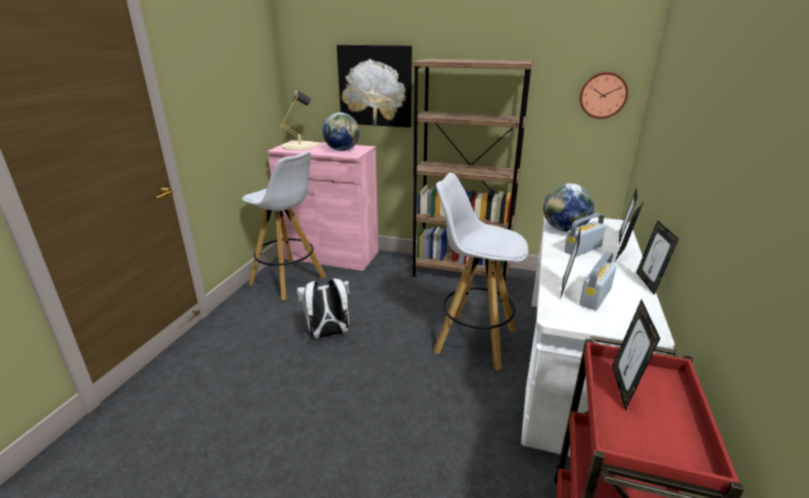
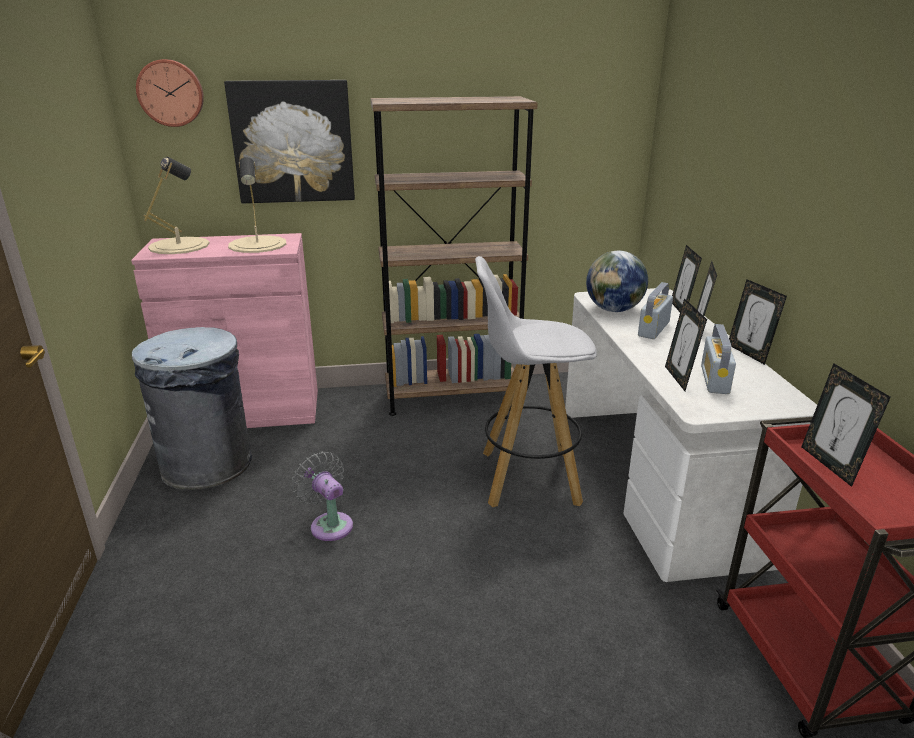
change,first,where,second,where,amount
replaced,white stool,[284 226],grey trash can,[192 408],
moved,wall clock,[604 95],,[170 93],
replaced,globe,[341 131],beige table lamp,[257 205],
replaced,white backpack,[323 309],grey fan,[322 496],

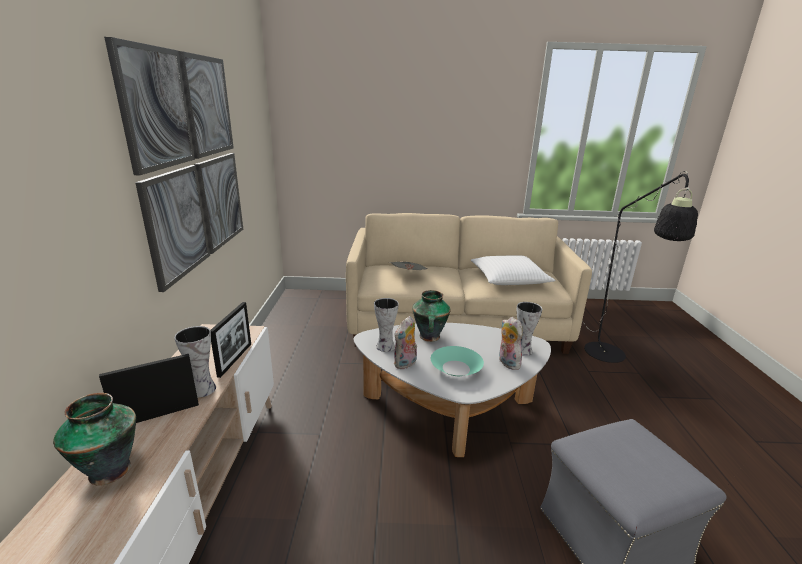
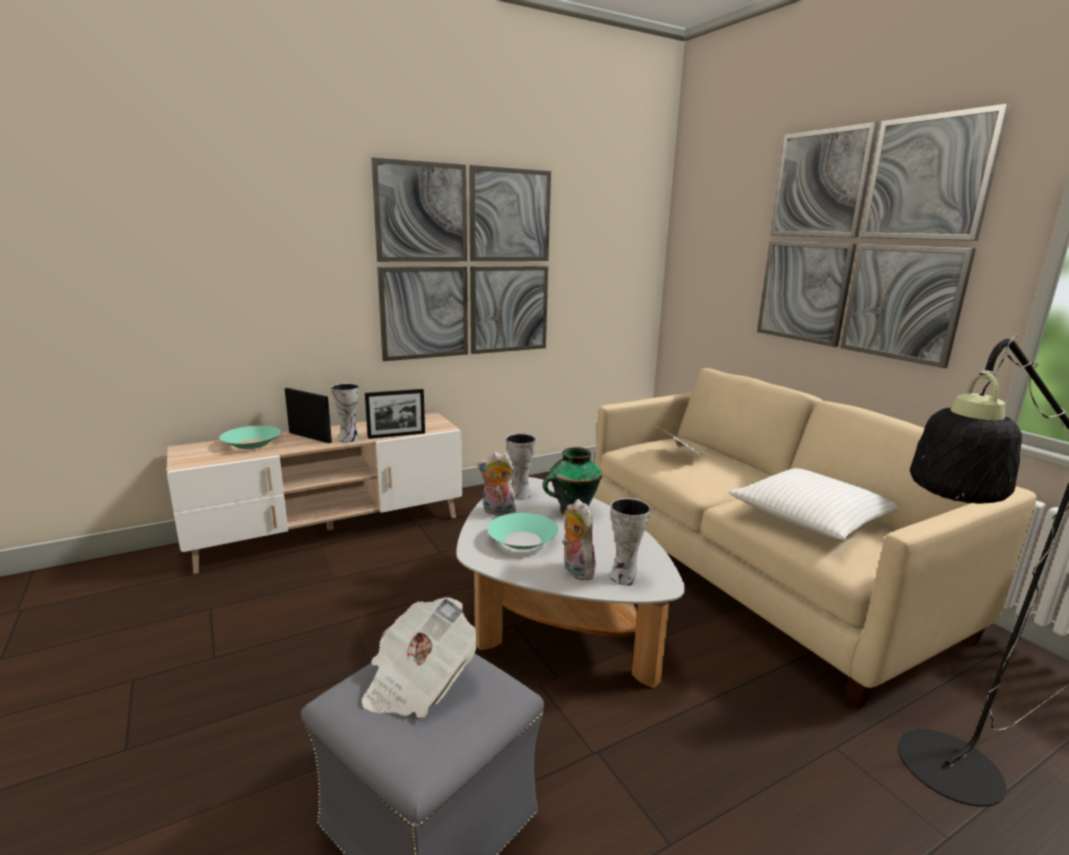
change,first,where,second,where,amount
replaced,vase,[94 439],turquoise bowl,[250 437],
added,,,newspaper,[419 657],
turned,plush toy,[511 343],,[579 539],60 degrees counterclockwise
added,,,picture,[884 235],

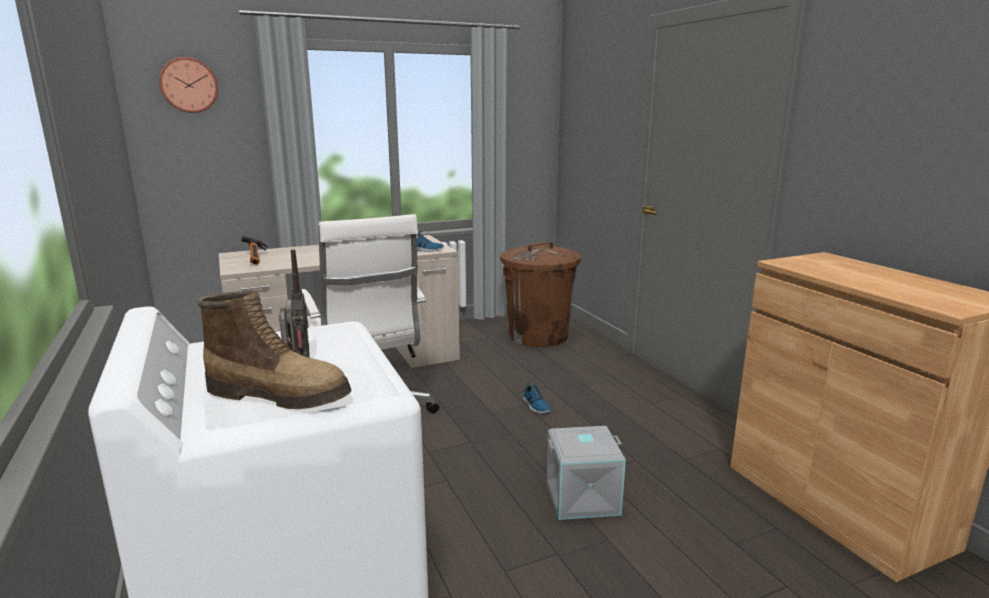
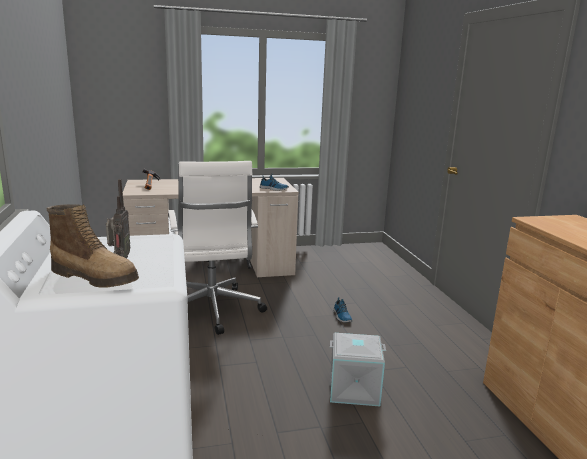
change,first,where,second,where,amount
removed,wall clock,[188 85],,,
removed,brown trash can,[540 294],,,

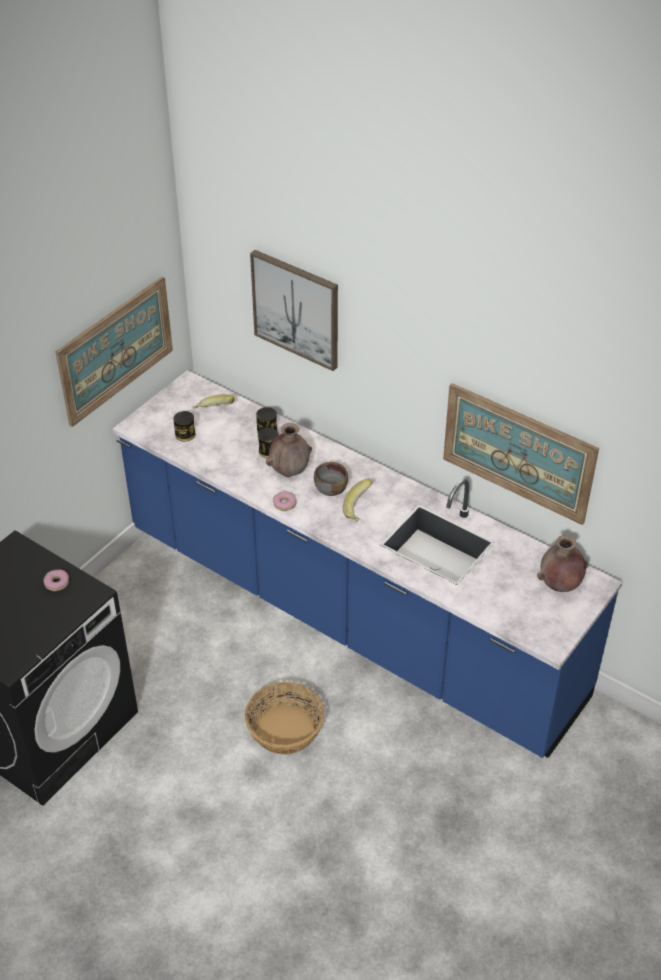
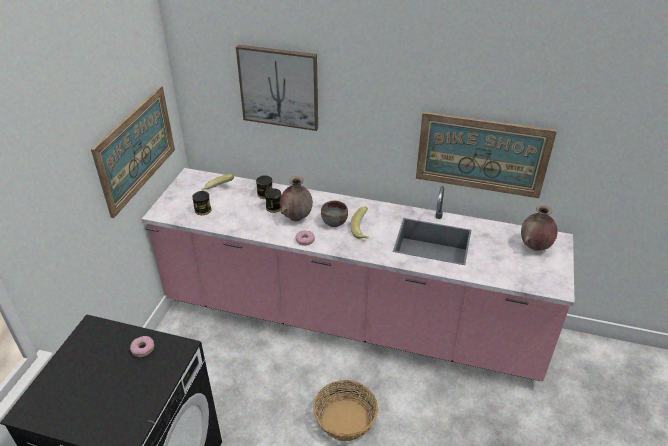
change,first,where,second,where,amount
recoloured,blue counter,[367 564],pink counter,[358 275],

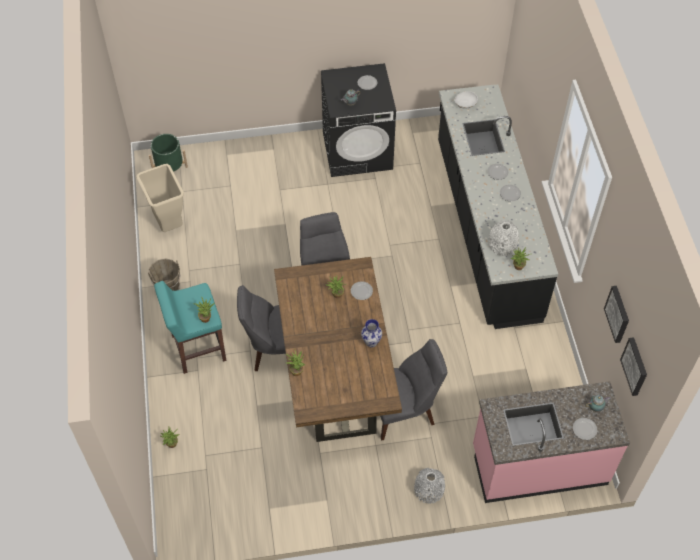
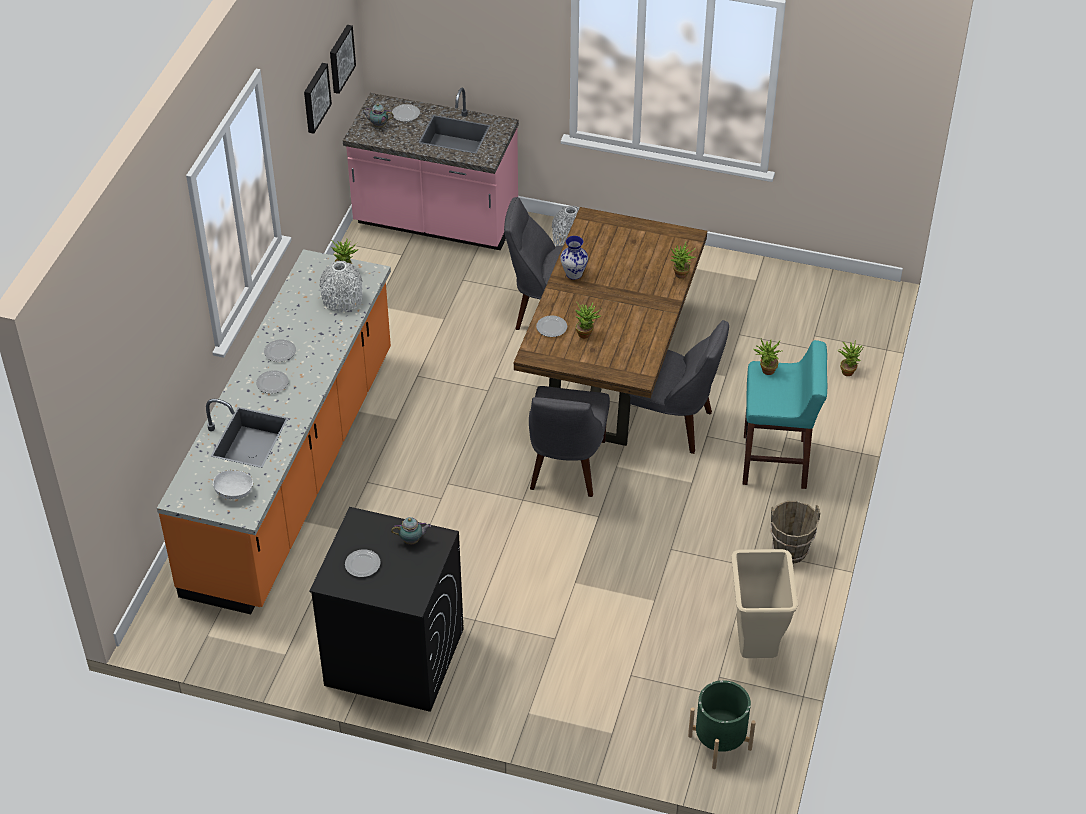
change,first,where,second,where,amount
recoloured,black counter,[498 206],orange counter,[274 431],

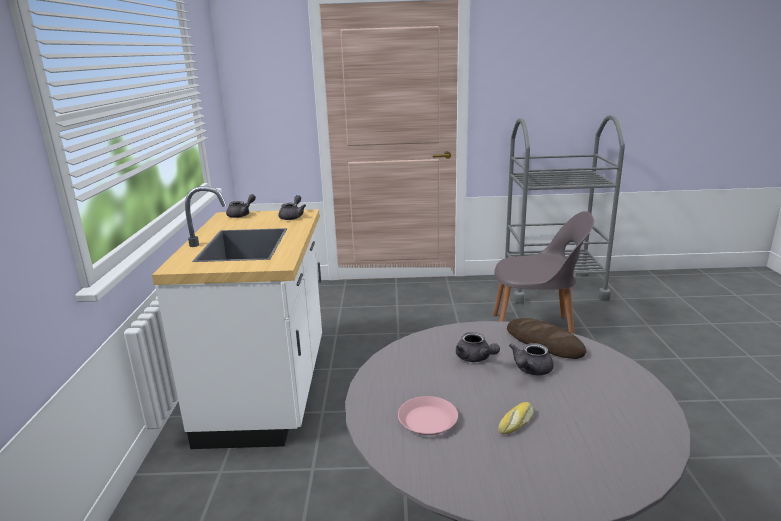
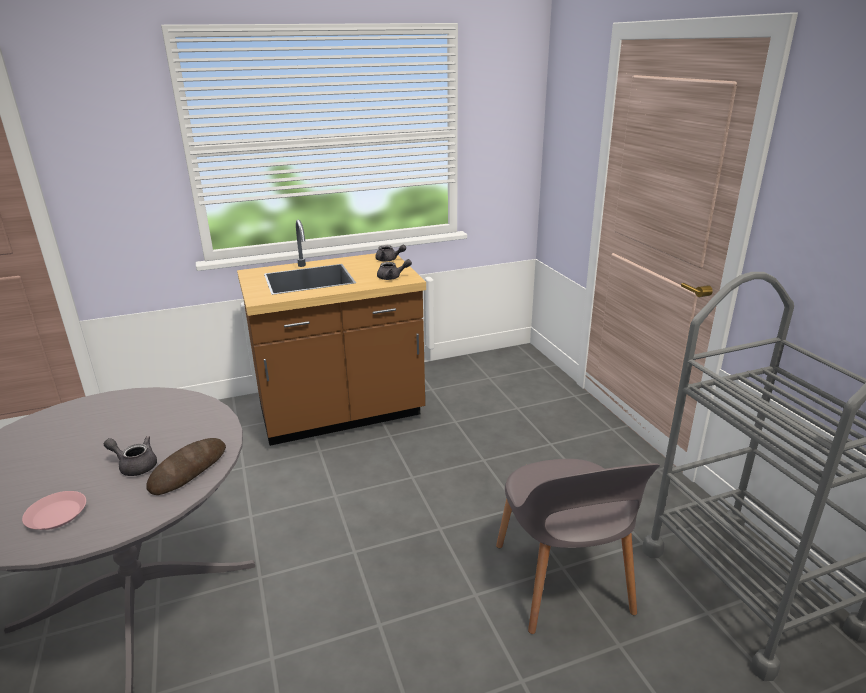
change,first,where,second,where,amount
moved,pink plate,[428 415],,[54 510],
recoloured,white counter,[237 317],brown counter,[331 333],
removed,grey teapot,[478 347],,,
removed,bread,[516 418],,,

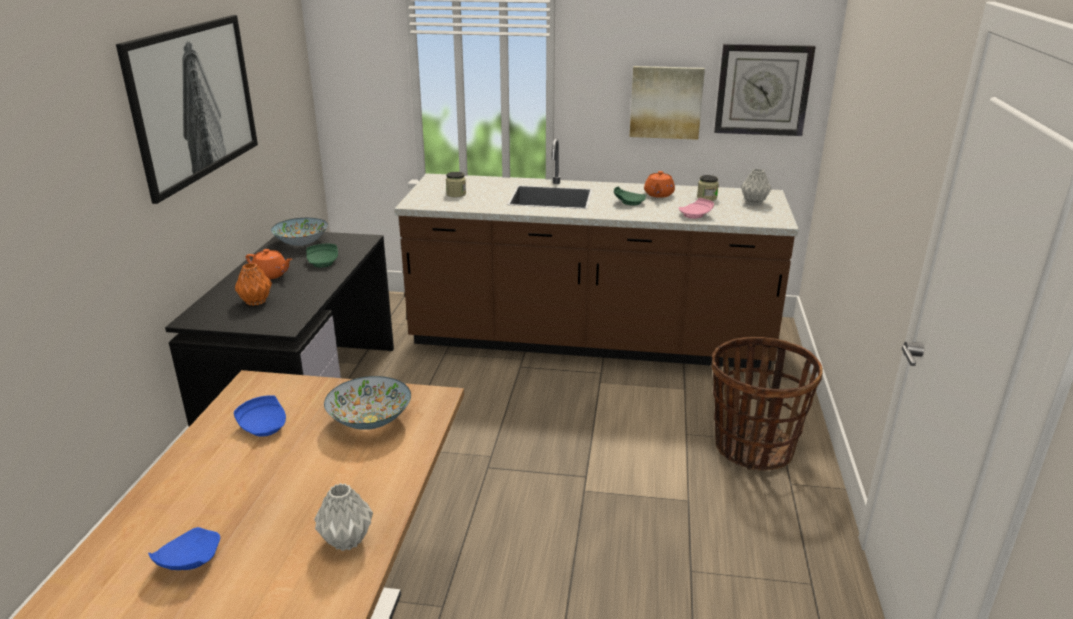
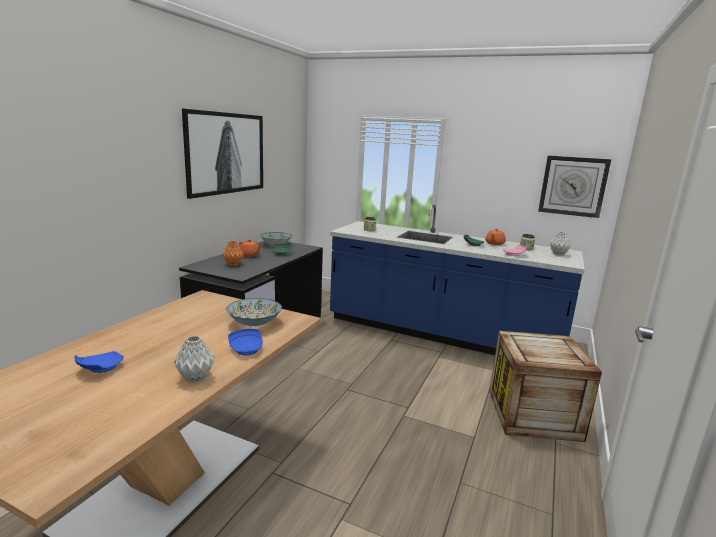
change,first,where,second,where,amount
moved,blue plate,[260 416],,[245 342],
recoloured,brown counter,[596 254],blue counter,[457 279],
replaced,basket,[767 404],crate,[545 386],
removed,picture,[667 103],,,

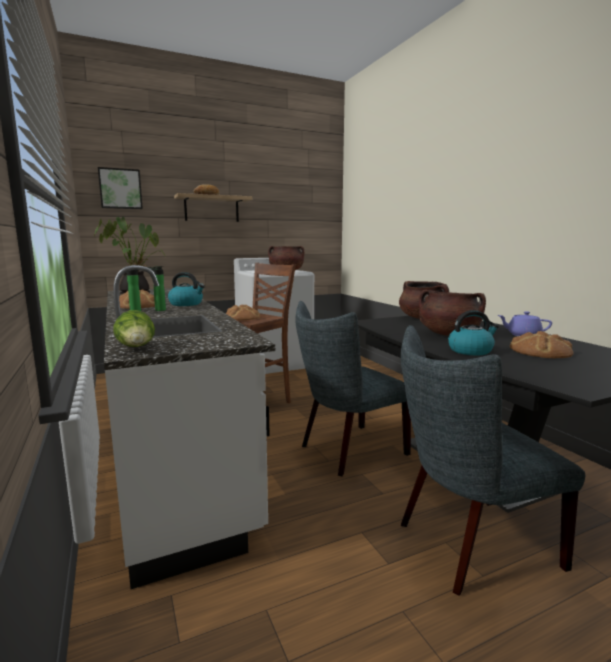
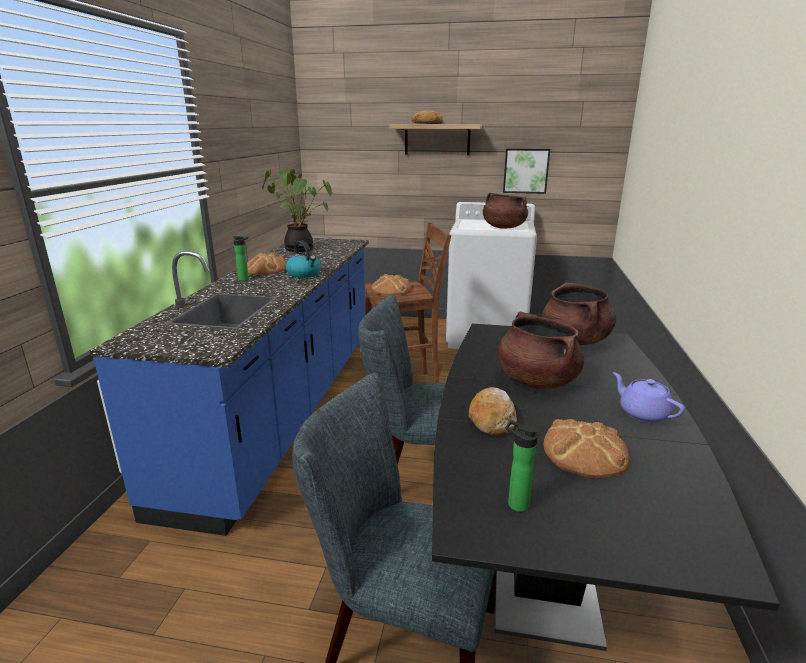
change,first,where,second,where,amount
recoloured,white counter,[189 427],blue counter,[229 387],
replaced,kettle,[473 332],bread,[493 411],
moved,picture,[120 188],,[526 171],
moved,bottle,[157 288],,[522 466],
removed,lettuce,[134 328],,,

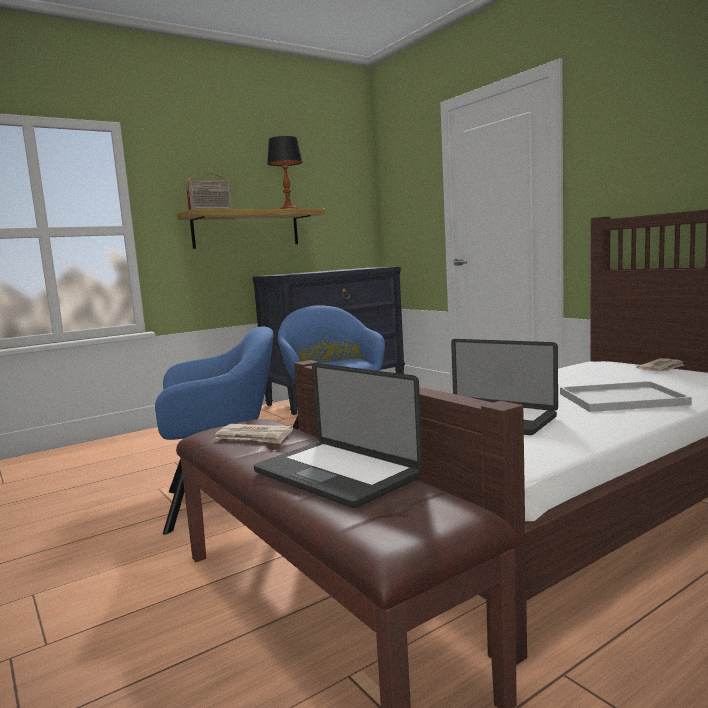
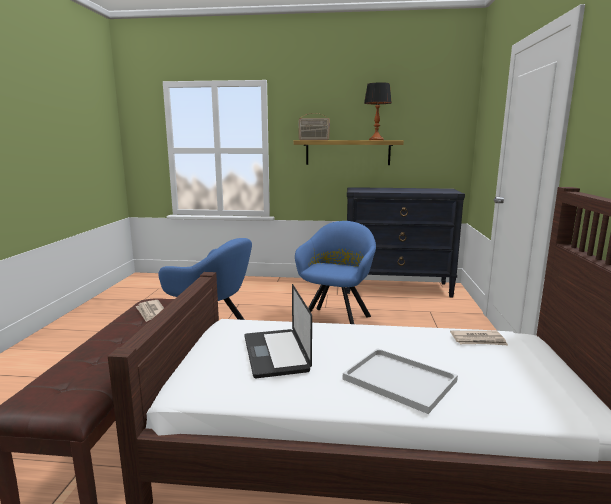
change,first,where,second,where,amount
moved,newspaper,[660 365],,[479 338],
removed,laptop,[338 435],,,

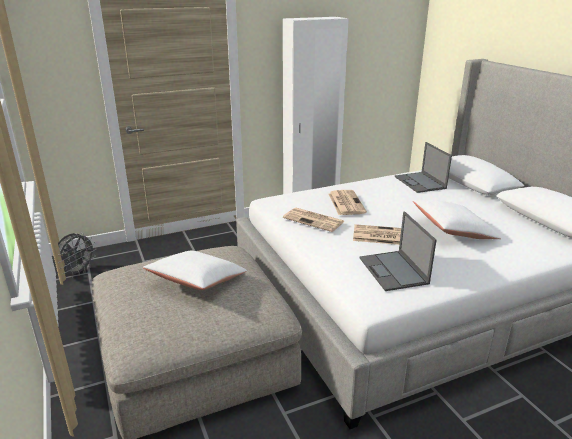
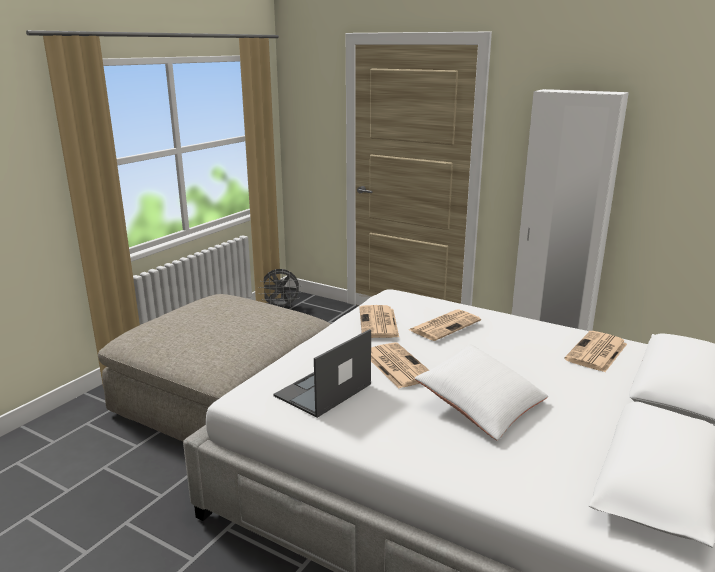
change,first,where,second,where,amount
replaced,laptop,[423 167],newspaper,[595 351],
removed,white pillow,[195 270],,,

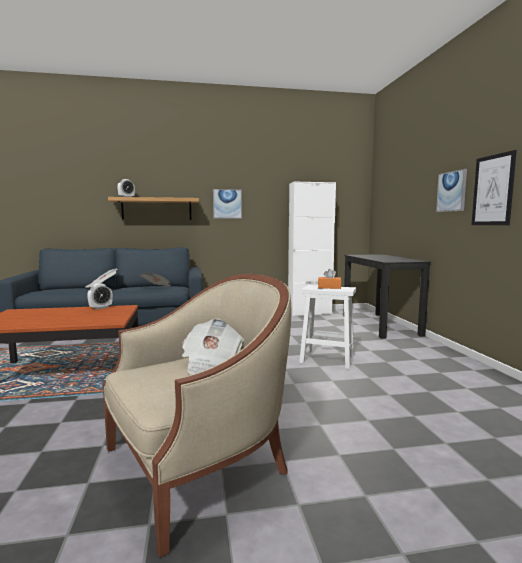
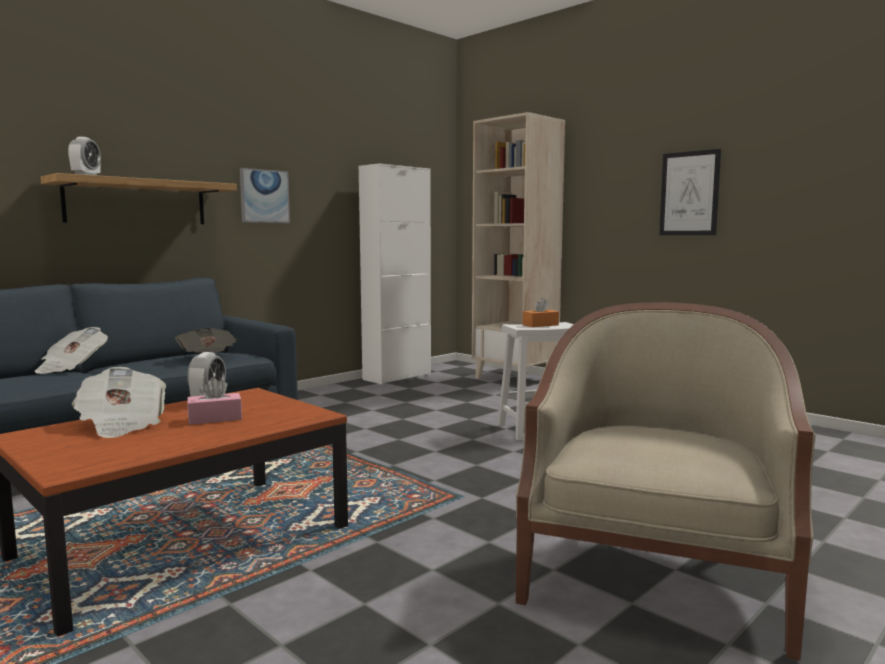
change,first,where,second,where,amount
moved,newspaper,[213 346],,[119 402],
added,,,pink tissue box,[214 401],
replaced,black desk,[387 296],beige bookcase,[518 245],
removed,picture,[451 190],,,

